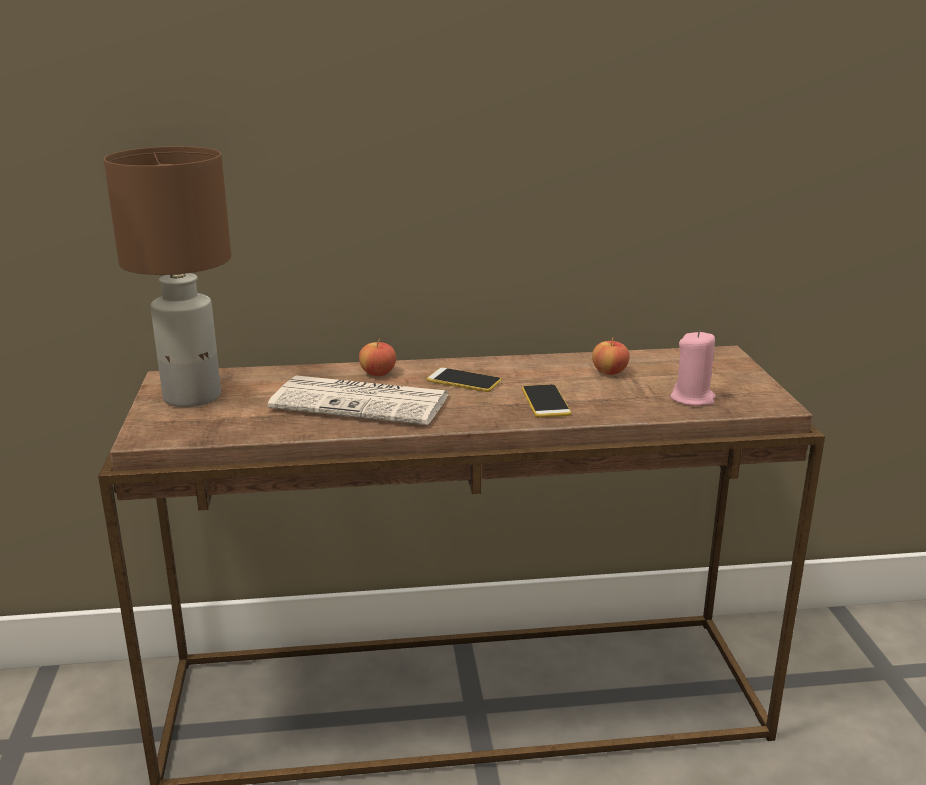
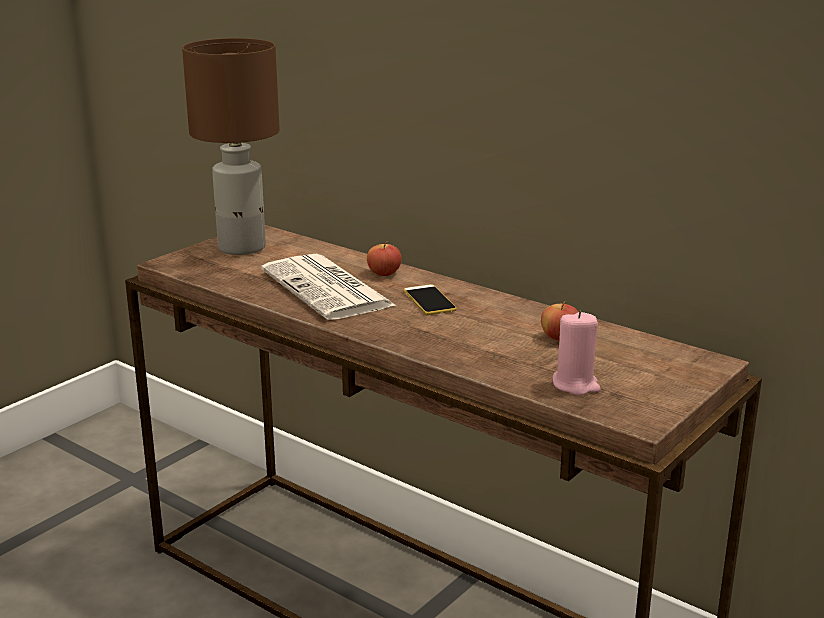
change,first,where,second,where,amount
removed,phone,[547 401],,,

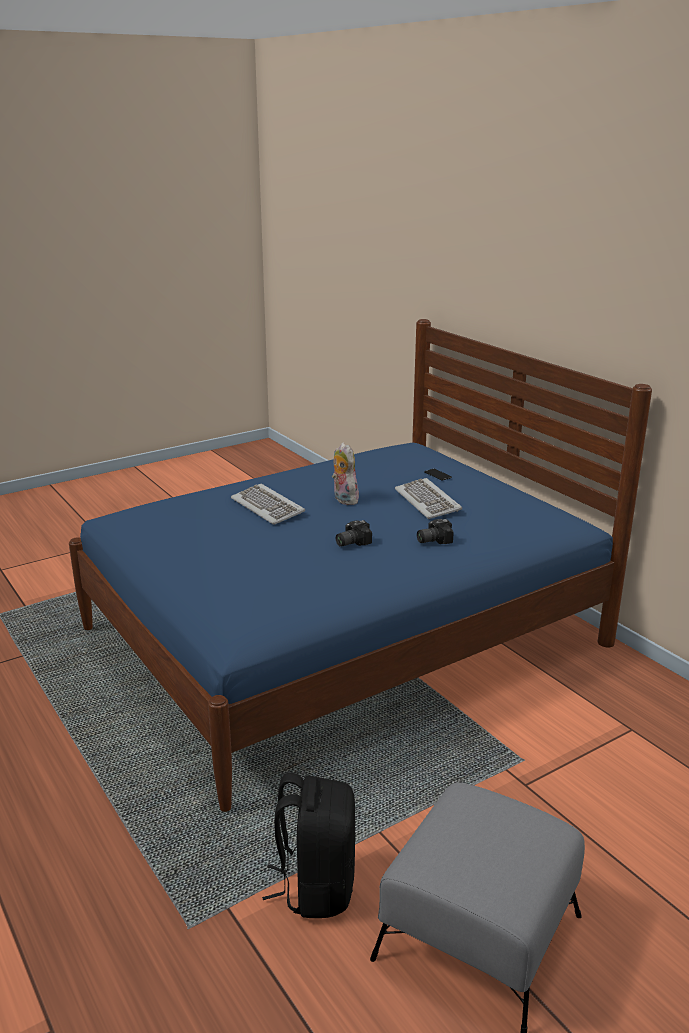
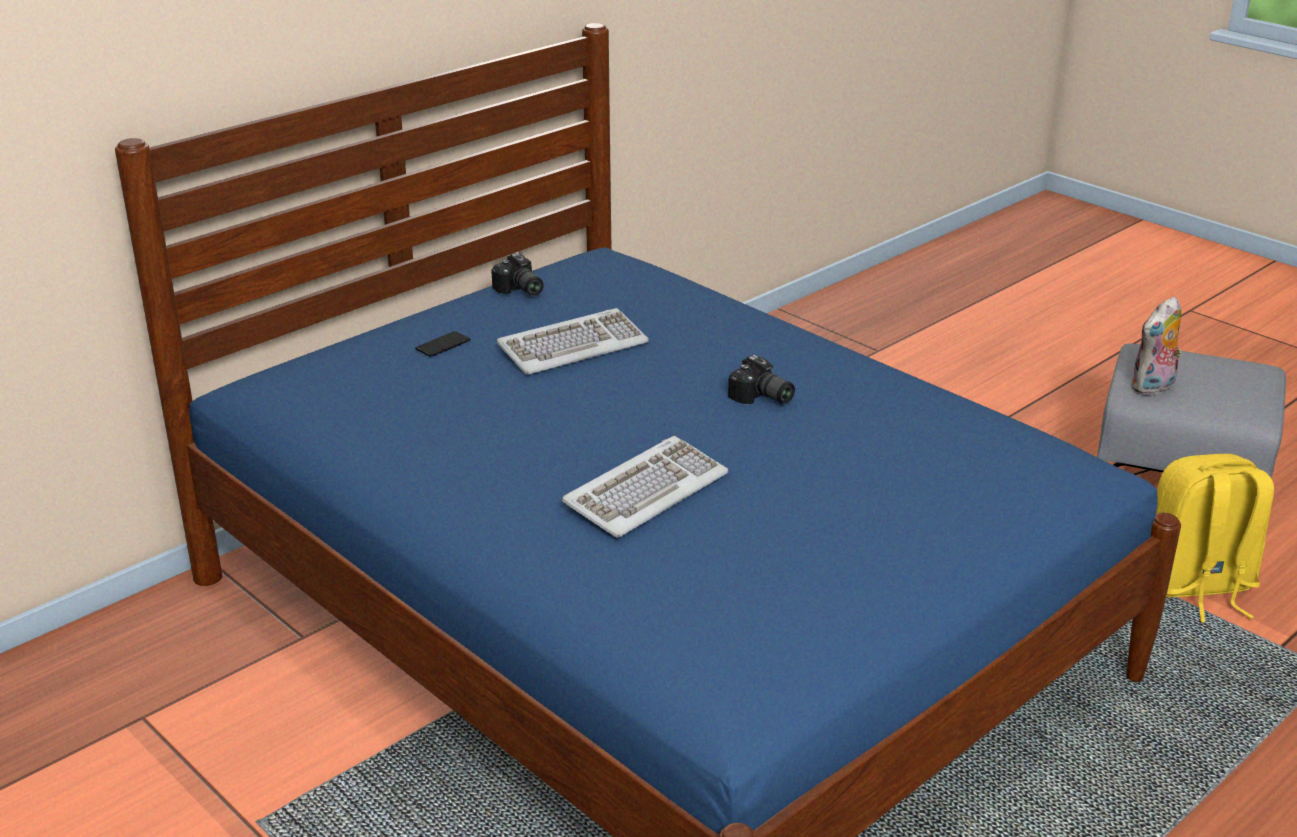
change,first,where,second,where,amount
moved,photo camera,[435 531],,[517 274],
moved,plush toy,[345 474],,[1156 346],
recoloured,black backpack,[308 845],yellow backpack,[1215 538],

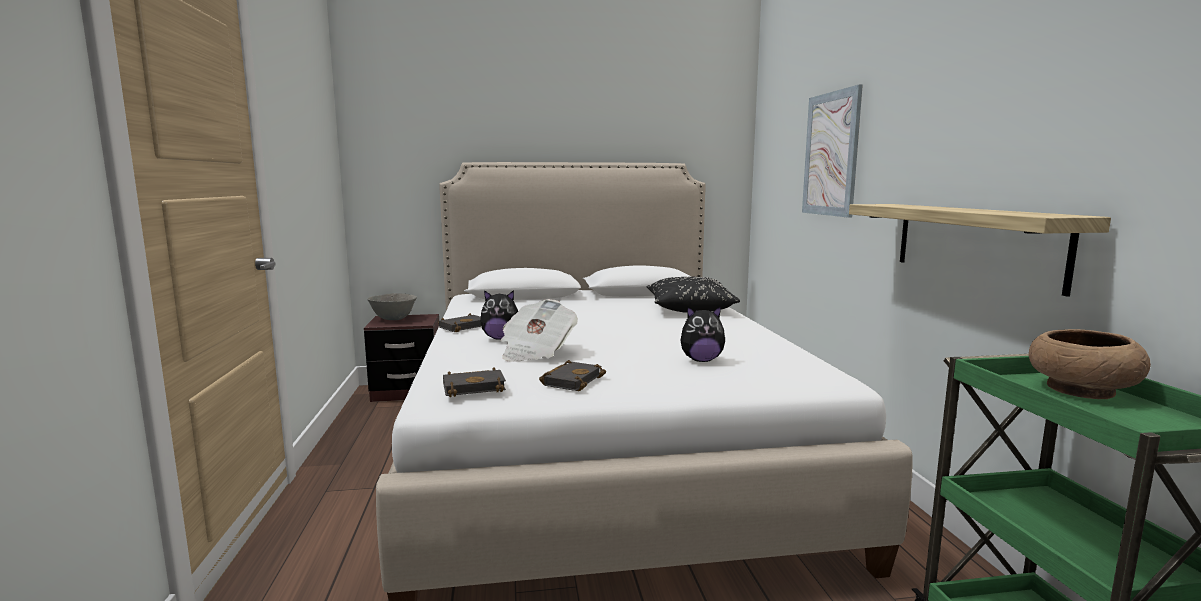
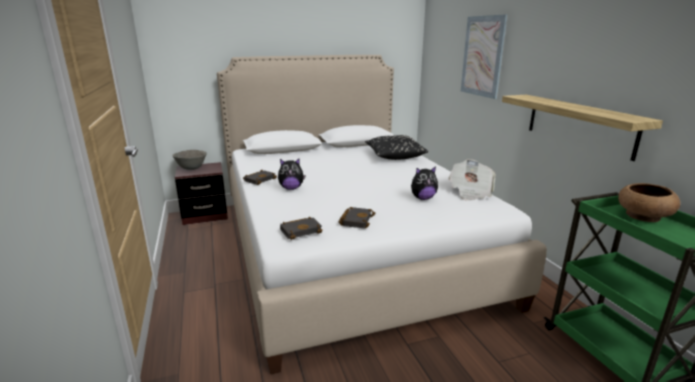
change,first,where,second,where,amount
moved,newspaper,[539 330],,[472 180],

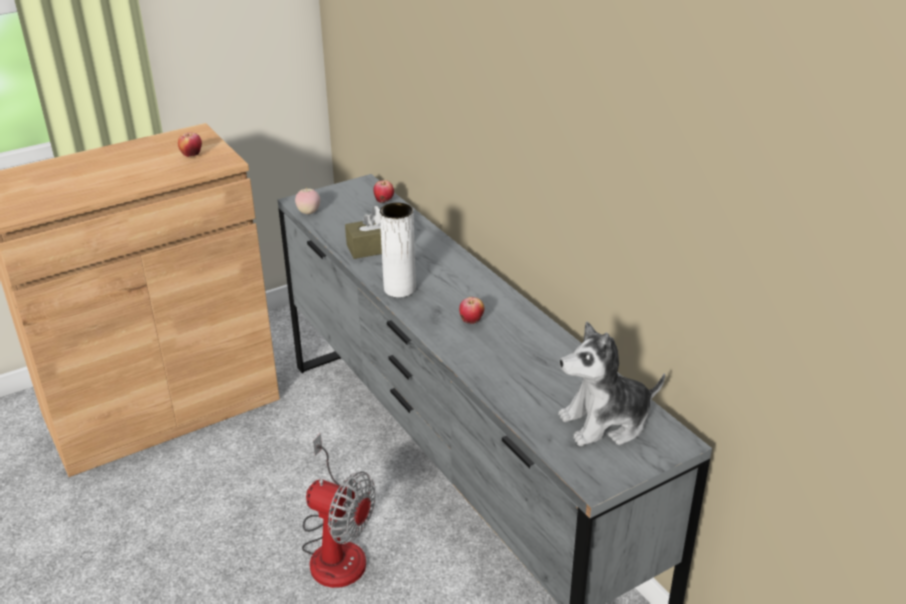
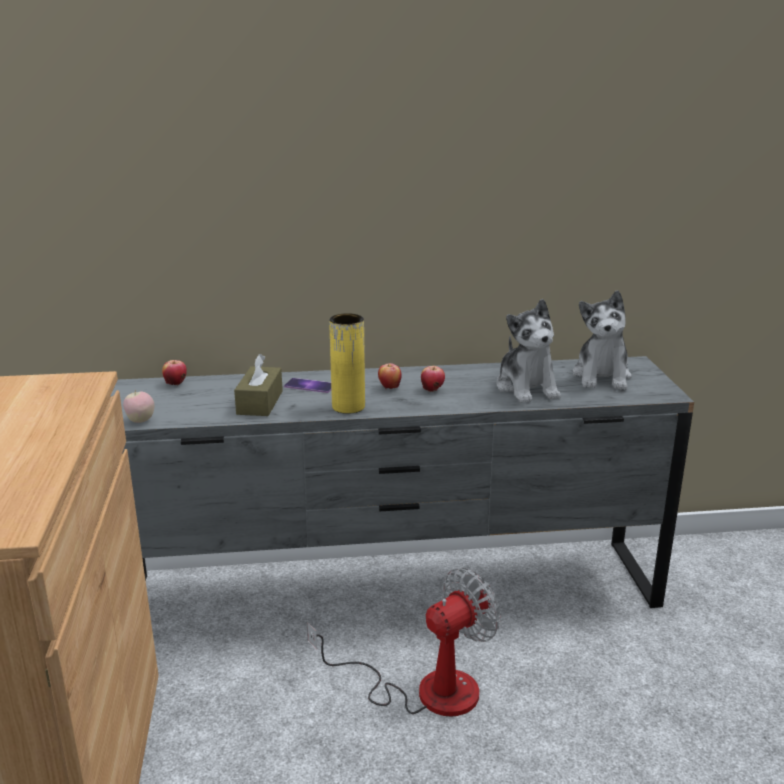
change,first,where,second,where,amount
added,,,phone,[307 385],
recoloured,white vase,[398 250],yellow vase,[347 363],
moved,apple,[190 145],,[390 376],
added,,,plush toy,[528 351],

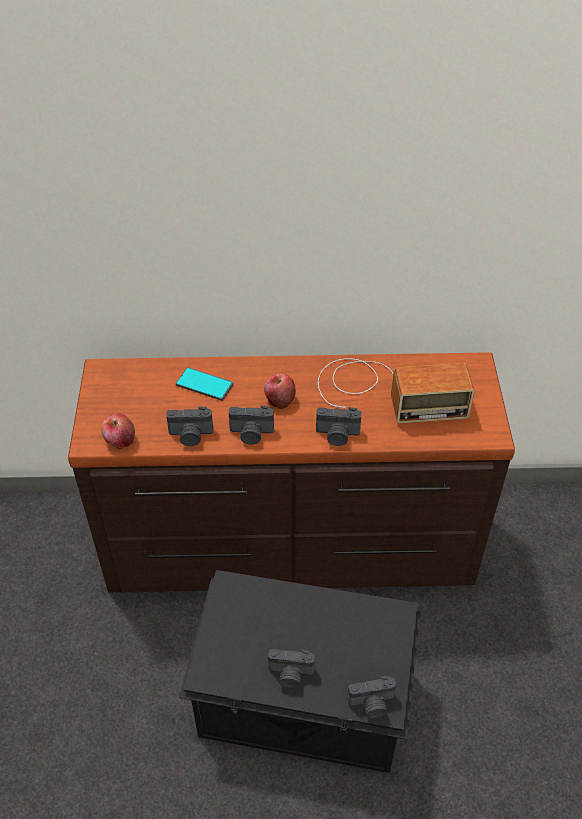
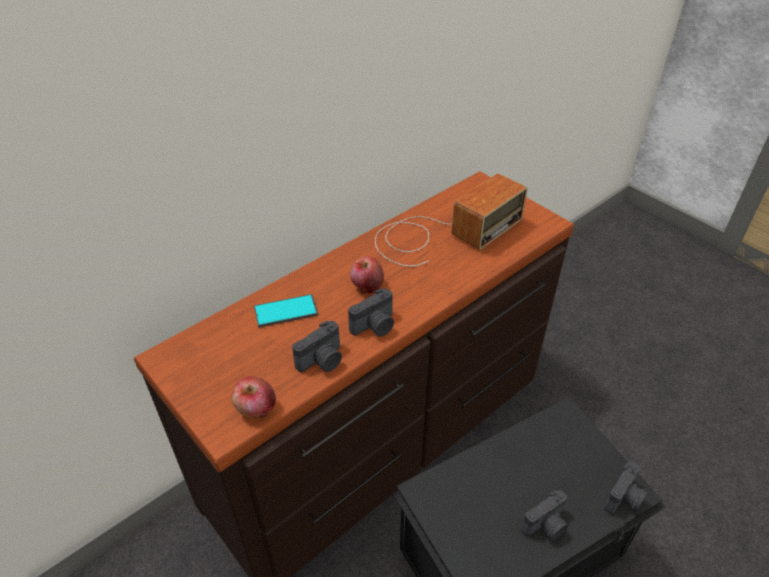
change,first,where,second,where,amount
removed,photo camera,[339 426],,,

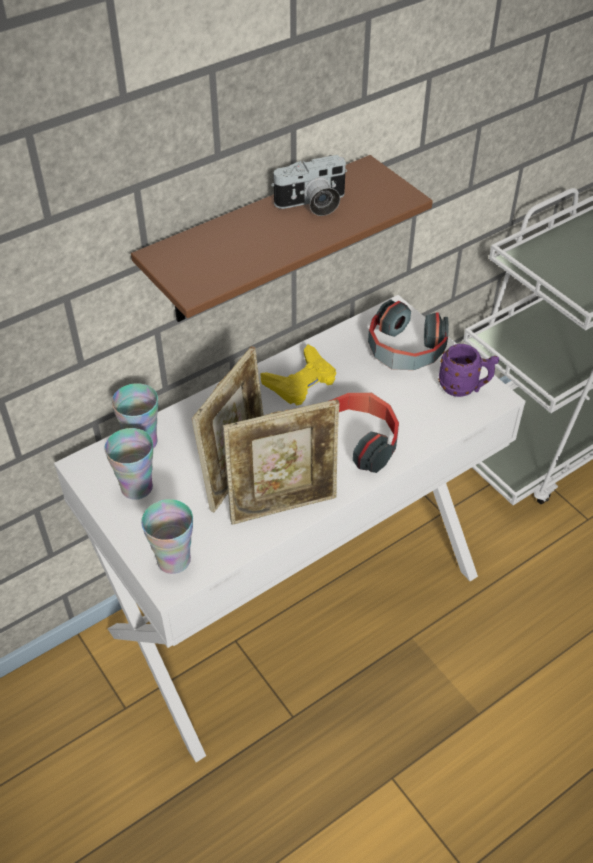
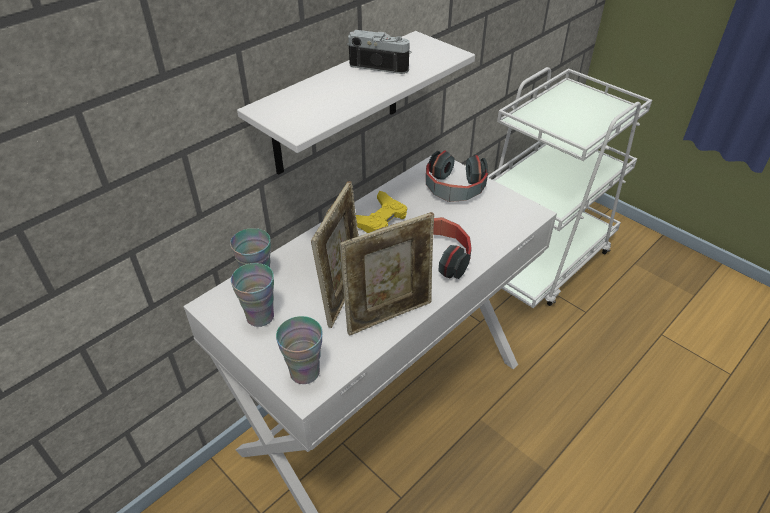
change,first,where,second,where,amount
recoloured,brown shelf,[282 238],white shelf,[356 103],
turned,photo camera,[309 185],,[379 52],135 degrees counterclockwise
removed,purple mug,[468 370],,,

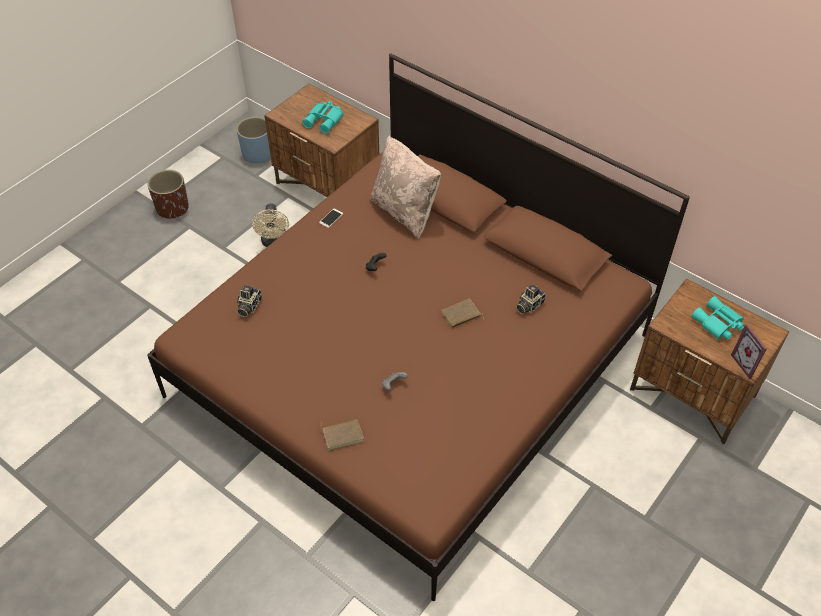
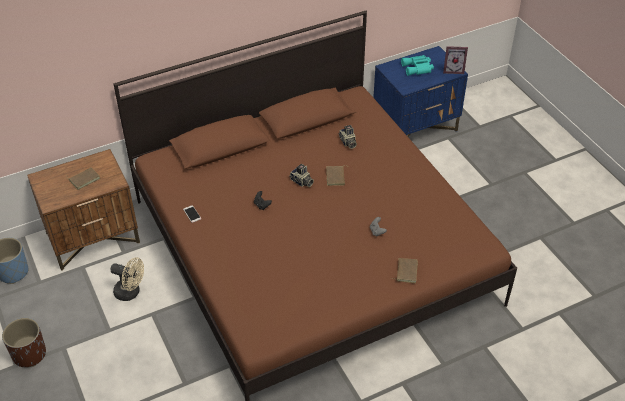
change,first,where,second,where,amount
replaced,turquoise binoculars,[322 117],brown book,[83 179],
moved,photo camera,[249 301],,[301 175],
recoloured,brown nightstand,[709 361],blue nightstand,[420 91],
removed,beige pillow,[406 187],,,

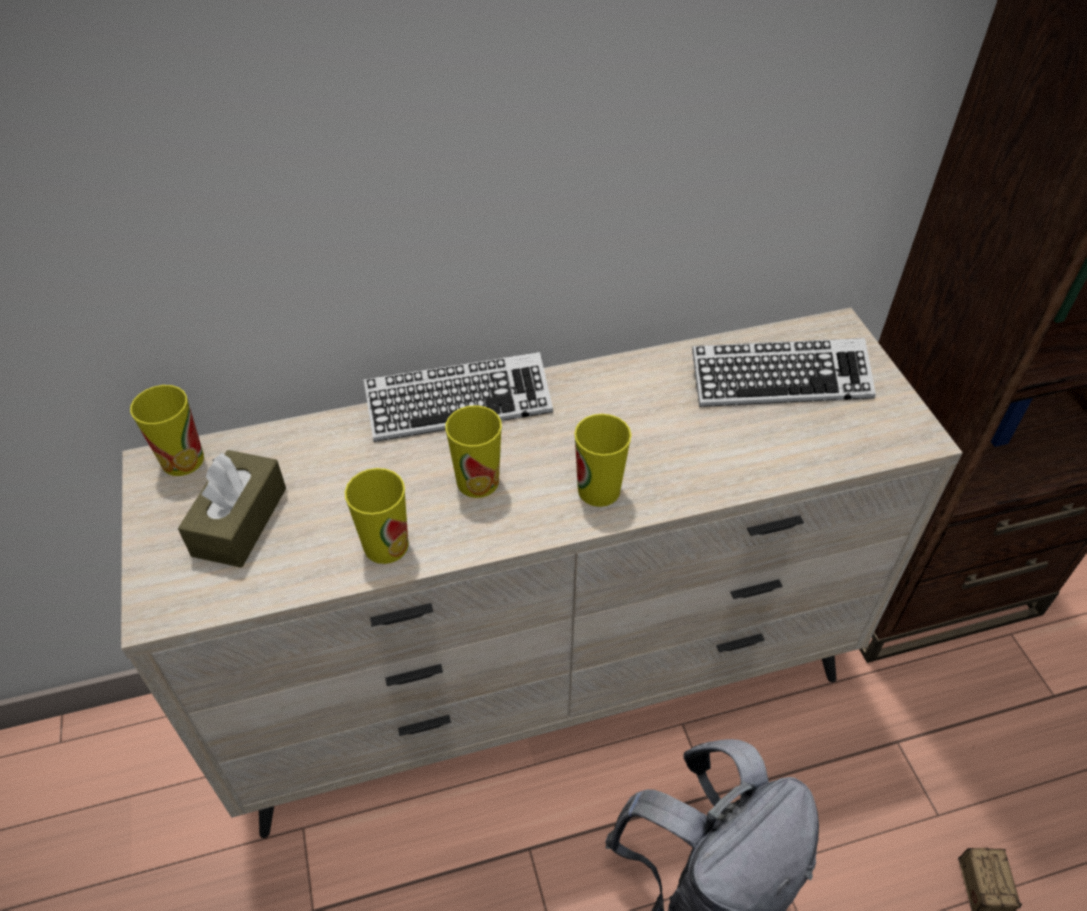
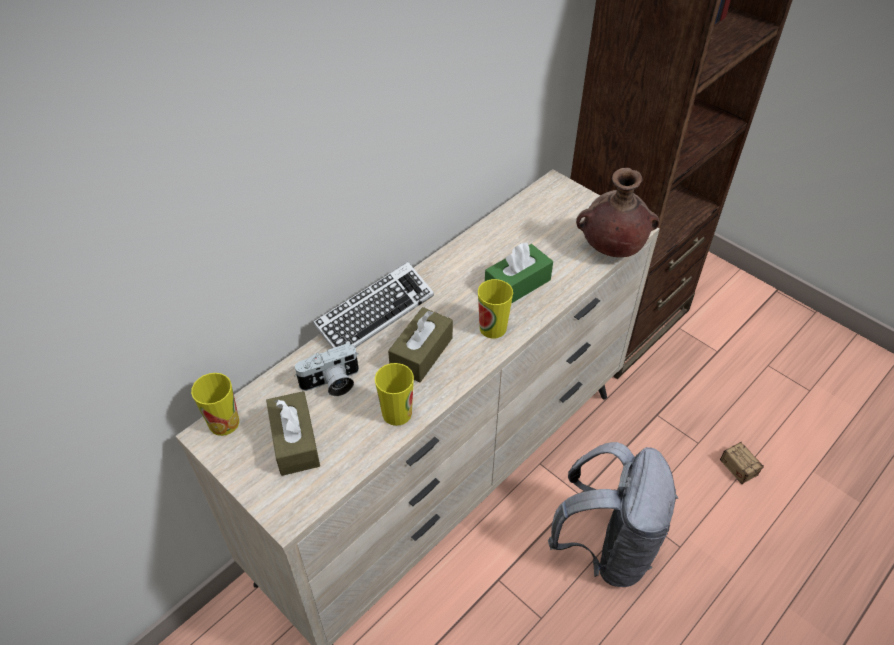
change,first,where,second,where,amount
added,,,photo camera,[326 369],
replaced,cup,[474 451],brown tissue box,[420 345],
added,,,green tissue box,[519 273],
added,,,brown vase,[618 212],
removed,keyboard,[784 372],,,

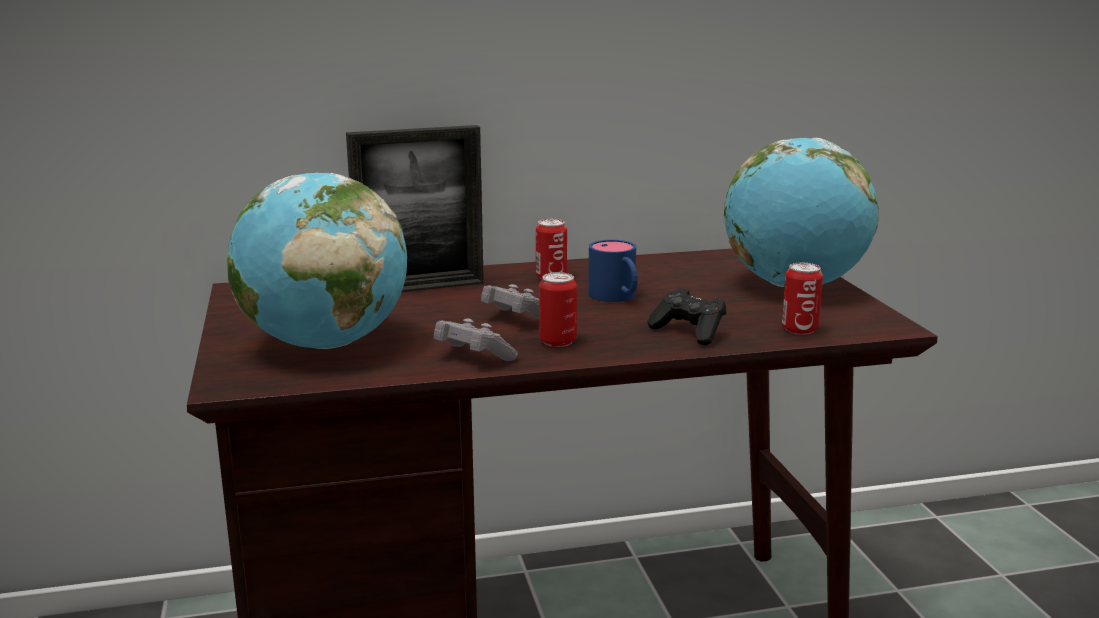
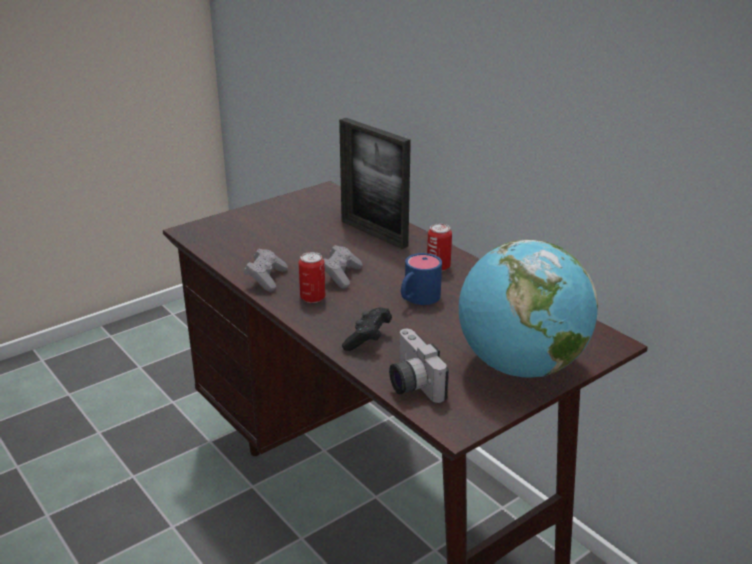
change,first,where,second,where,amount
replaced,can,[802 299],photo camera,[419 366],
removed,globe,[317 260],,,

